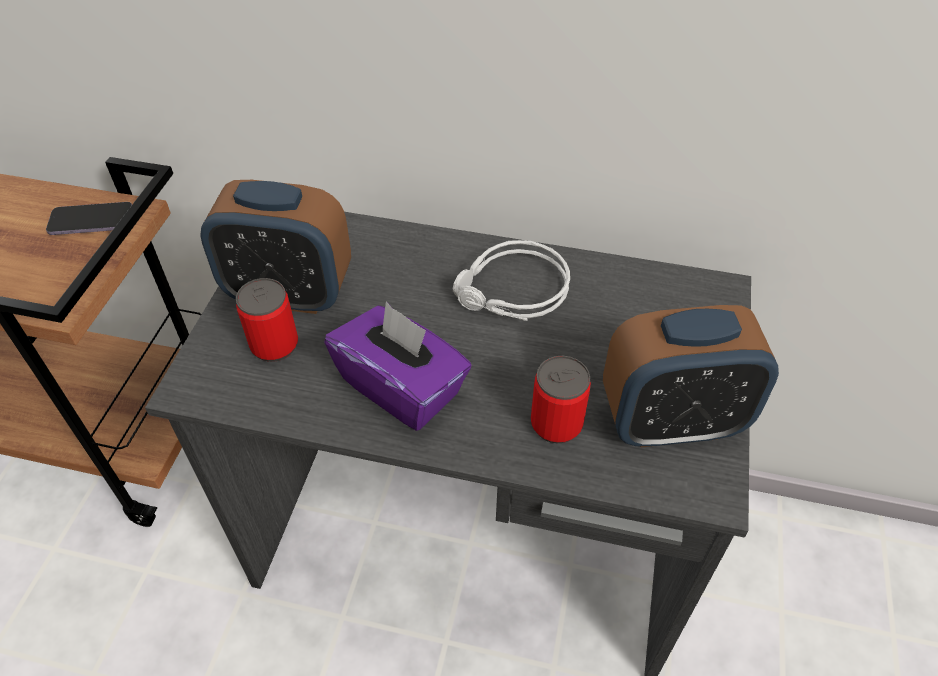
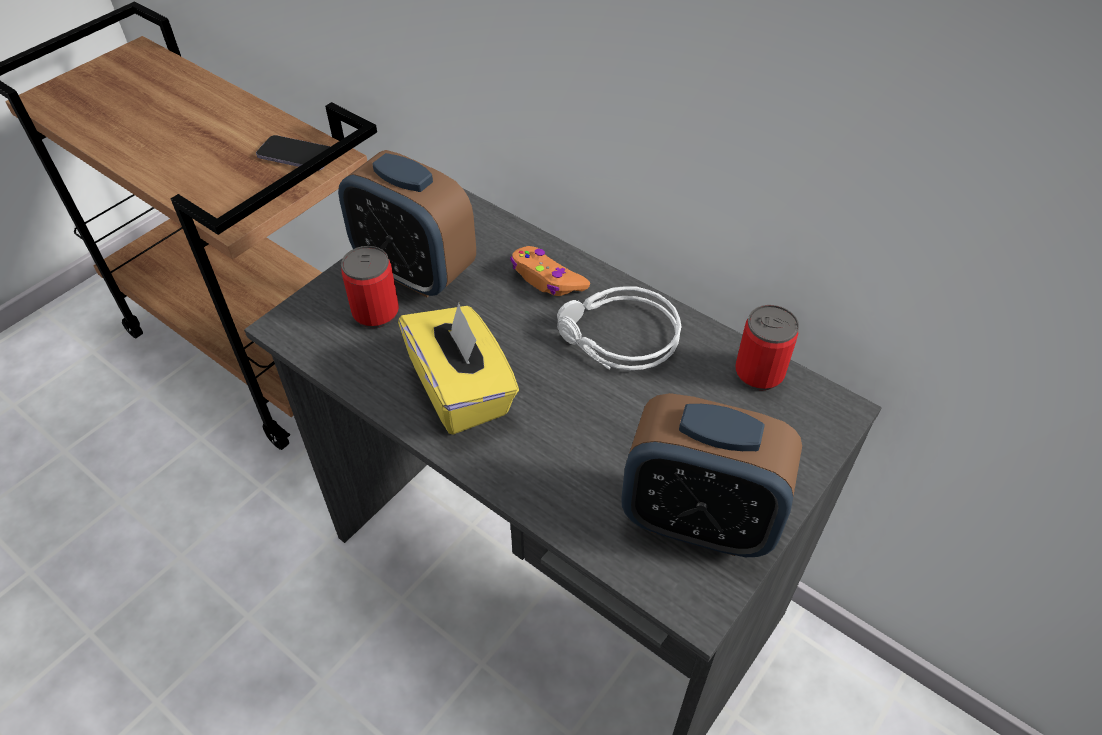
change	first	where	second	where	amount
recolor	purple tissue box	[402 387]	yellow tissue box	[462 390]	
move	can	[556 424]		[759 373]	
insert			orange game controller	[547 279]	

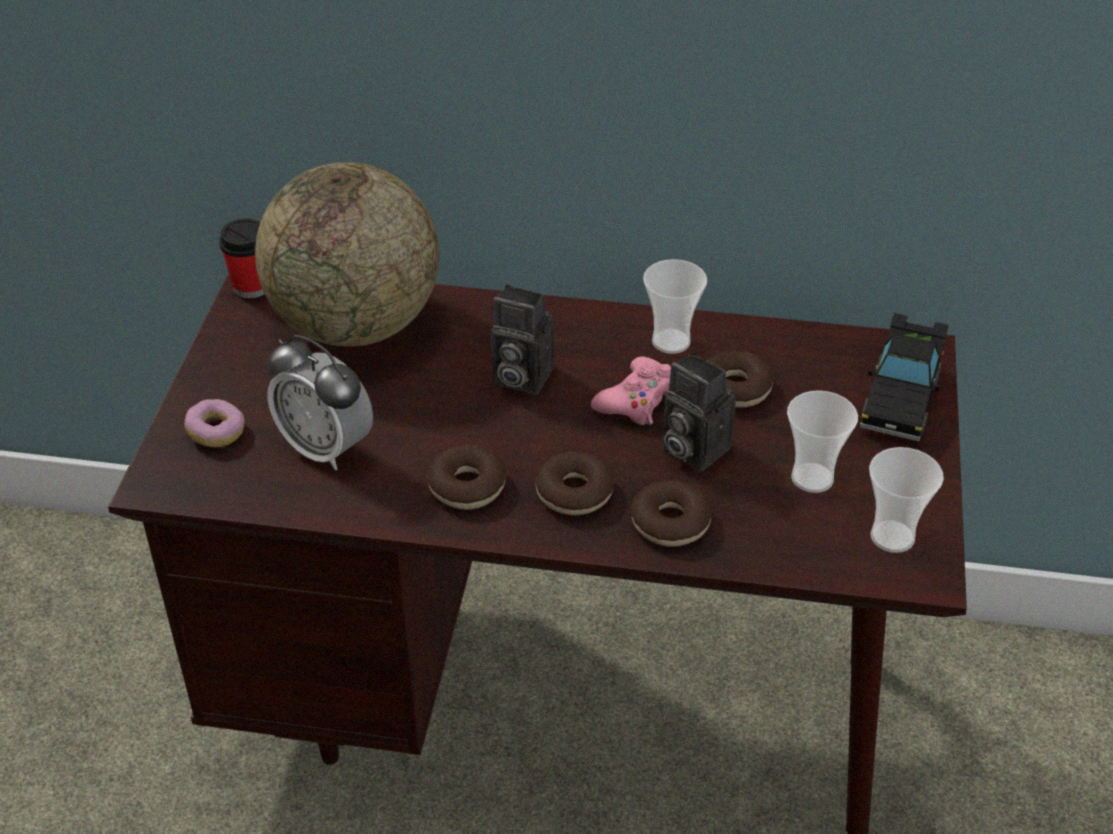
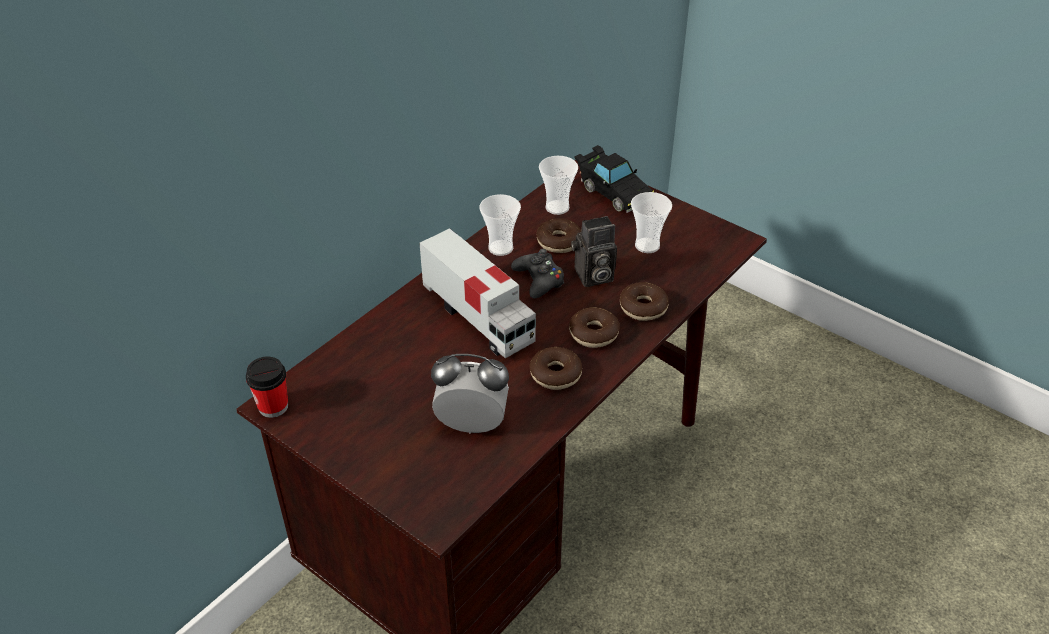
change	first	where	second	where	amount
delete	globe	[356 325]			
replace	photo camera	[518 377]	toy truck	[478 317]	
rotate	alarm clock	[325 448]		[472 425]	150 degrees counterclockwise
recolor	pink game controller	[638 401]	black game controller	[539 280]	
delete	donut	[216 433]			
move	cup	[892 537]		[557 207]	

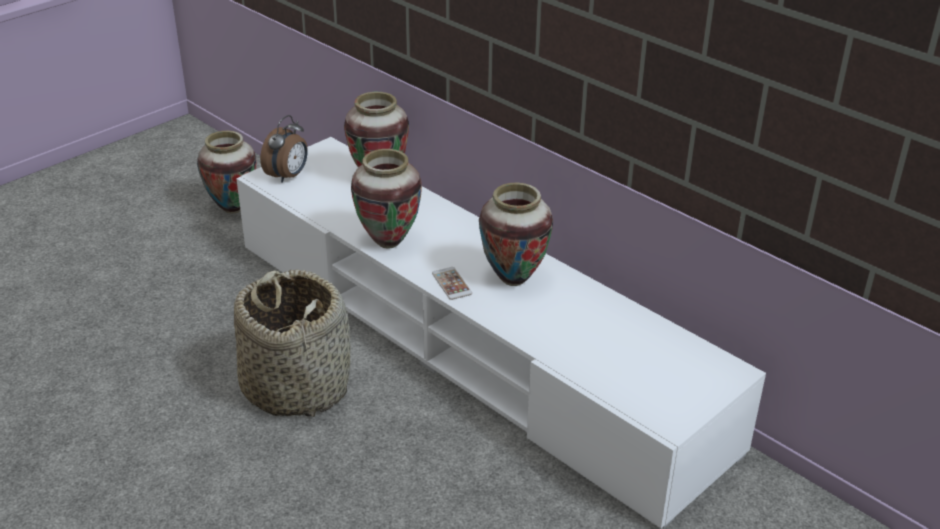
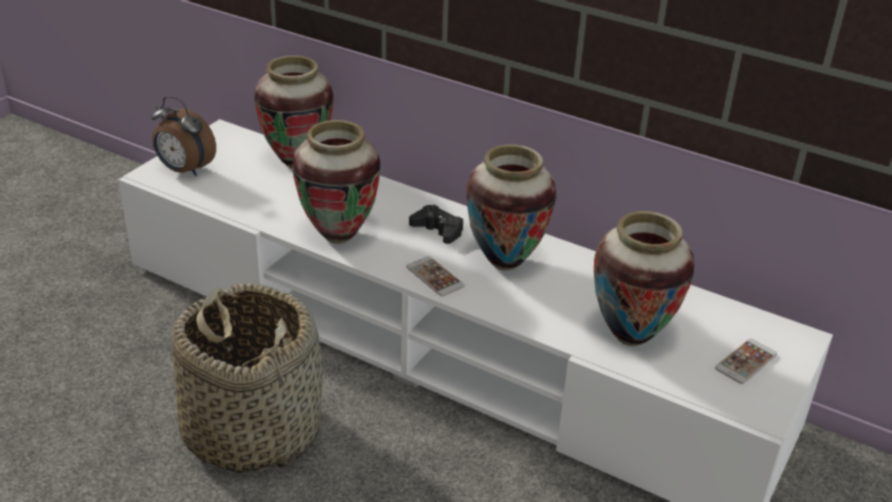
change	first	where	second	where	amount
rotate	alarm clock	[288 176]		[184 170]	105 degrees clockwise
move	vase	[232 208]		[630 336]	
insert			black game controller	[438 230]	
insert			phone	[746 362]	

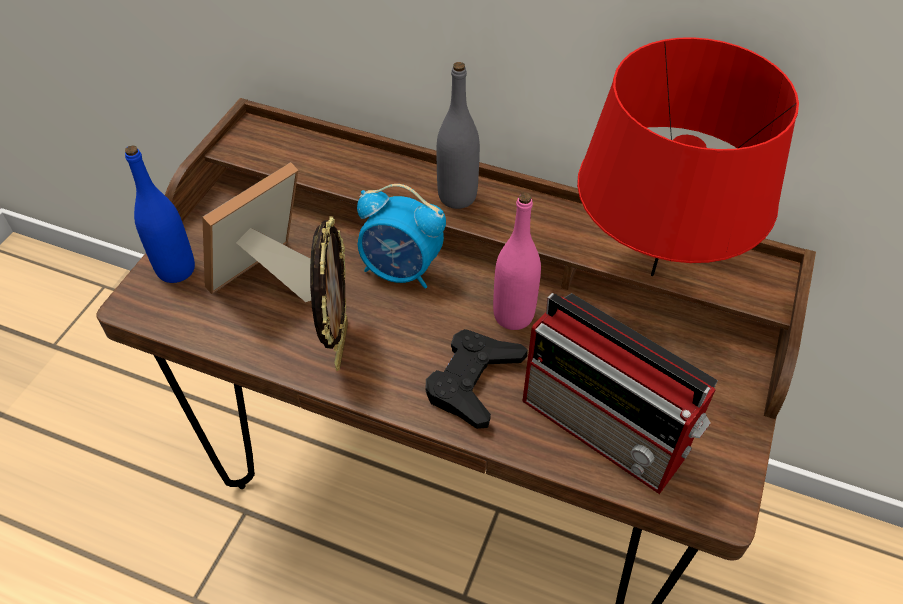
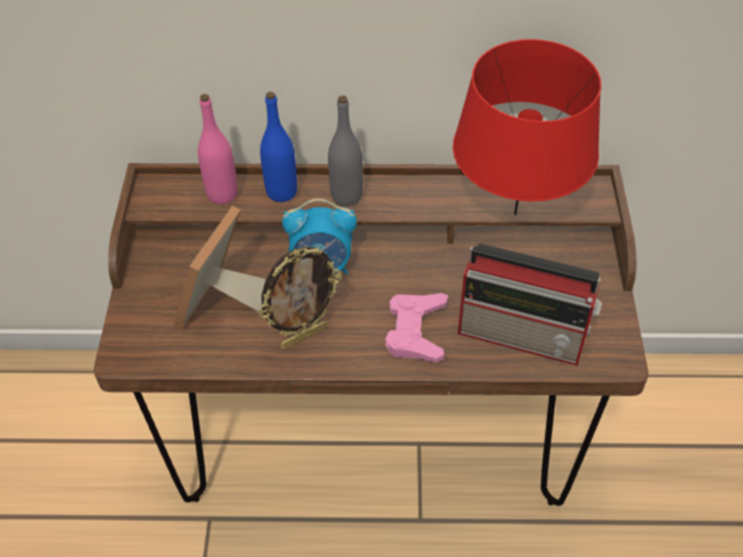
change	first	where	second	where	amount
move	blue bottle	[176 269]		[281 192]	
move	pink bottle	[513 315]		[222 194]	
rotate	picture frame	[339 345]		[303 336]	75 degrees clockwise
recolor	black game controller	[473 381]	pink game controller	[416 331]	

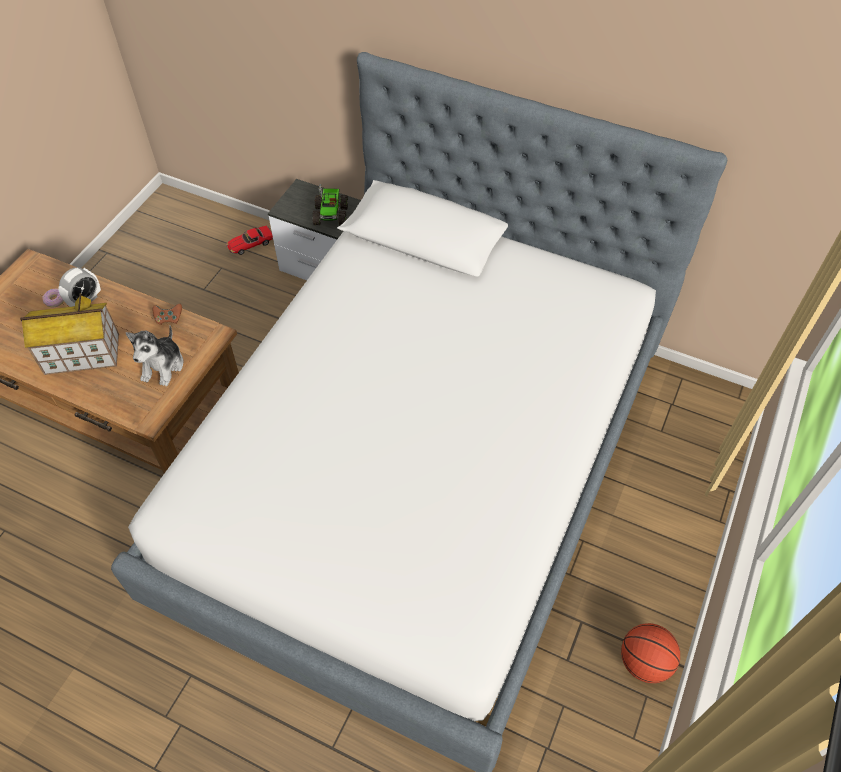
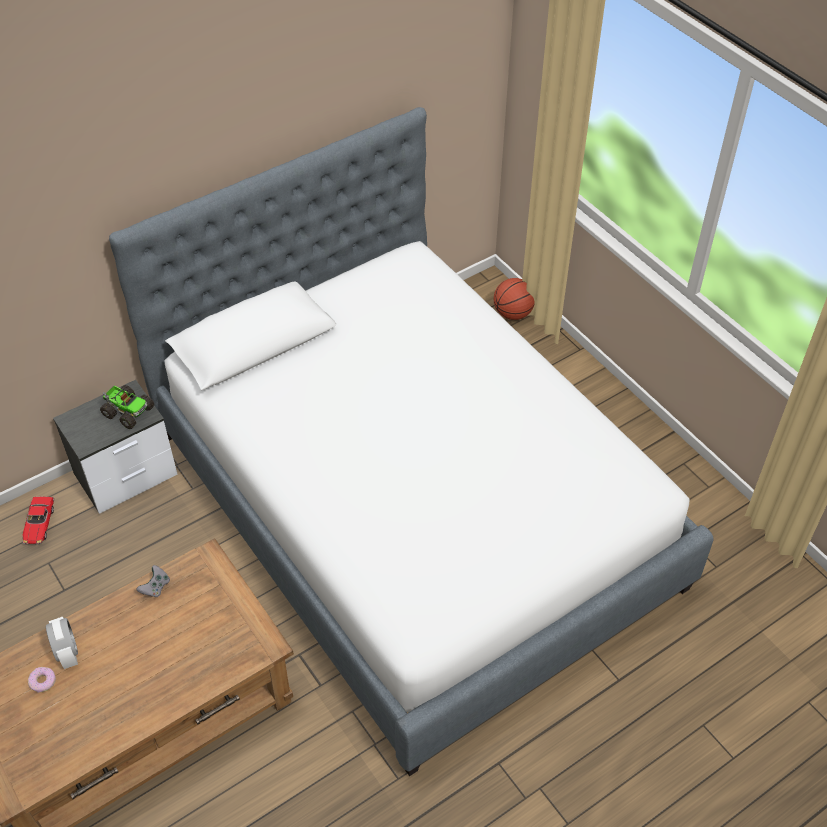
change	first	where	second	where	amount
delete	toy house	[81 354]			
recolor	brown game controller	[169 319]	grey game controller	[155 587]	
delete	plush toy	[163 366]			
move	basketball	[644 662]		[513 313]	

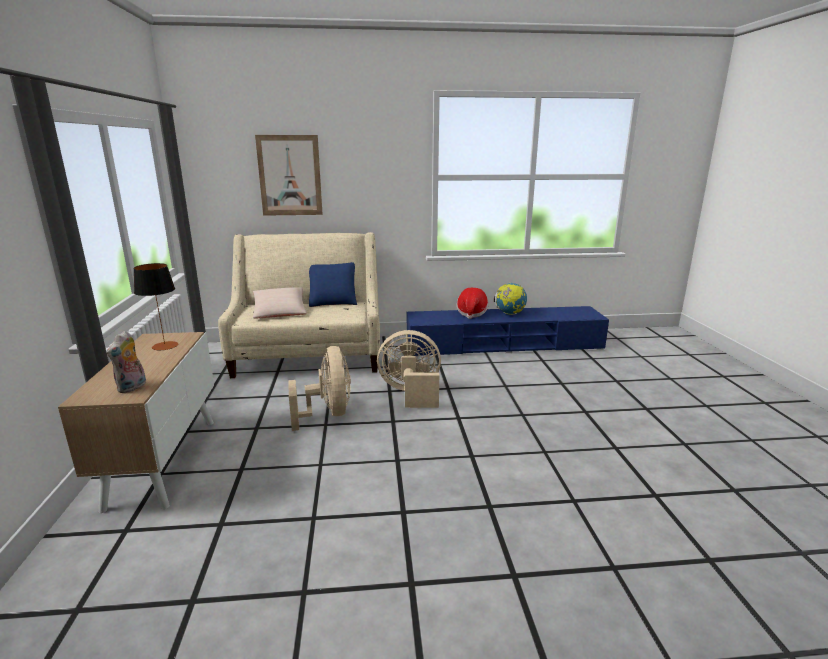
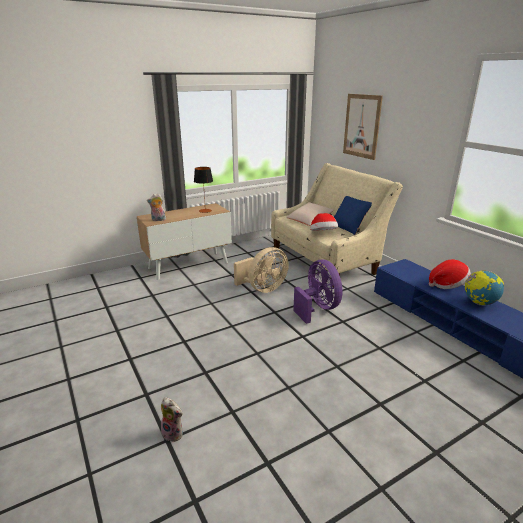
change	first	where	second	where	amount
recolor	beige fan	[411 393]	purple fan	[318 308]	
insert			hat	[323 234]	
insert			plush toy	[174 433]	

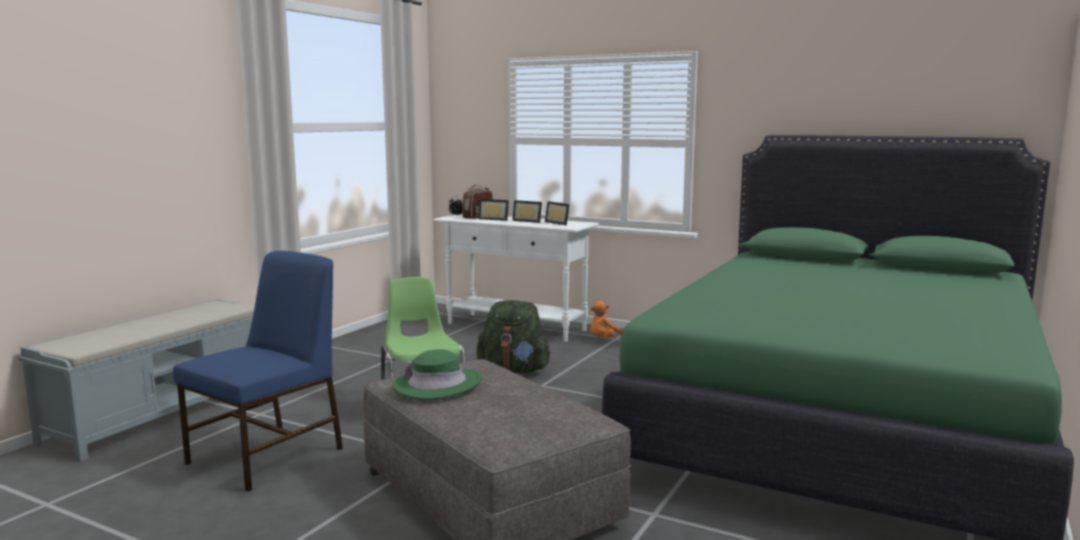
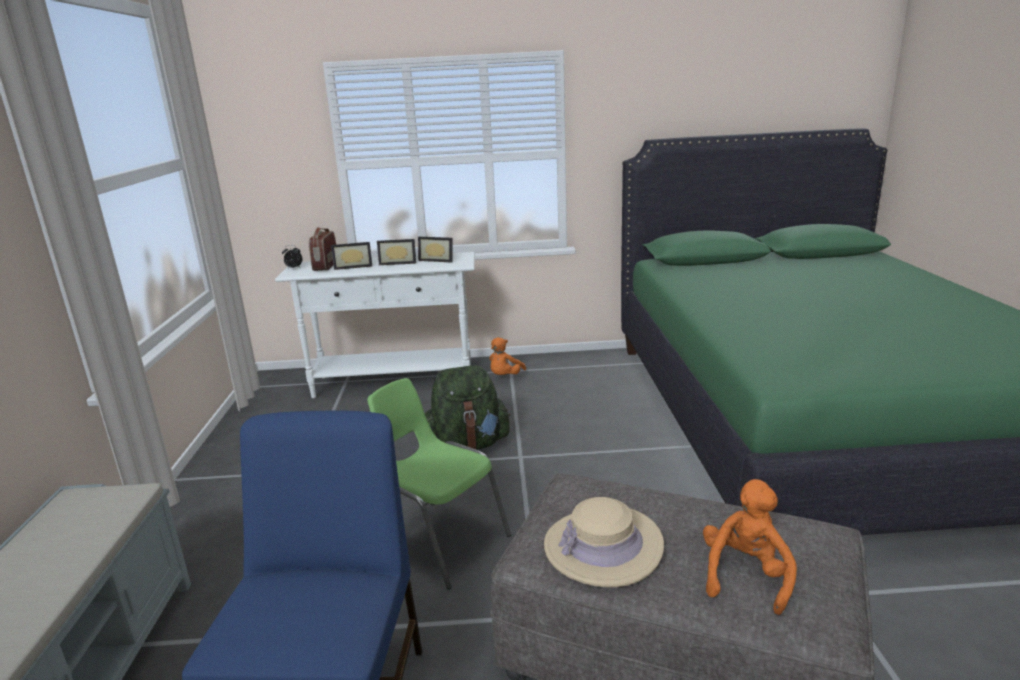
change	first	where	second	where	amount
recolor	green hat	[437 385]	beige hat	[603 546]	
insert			orange plush toy	[745 576]	

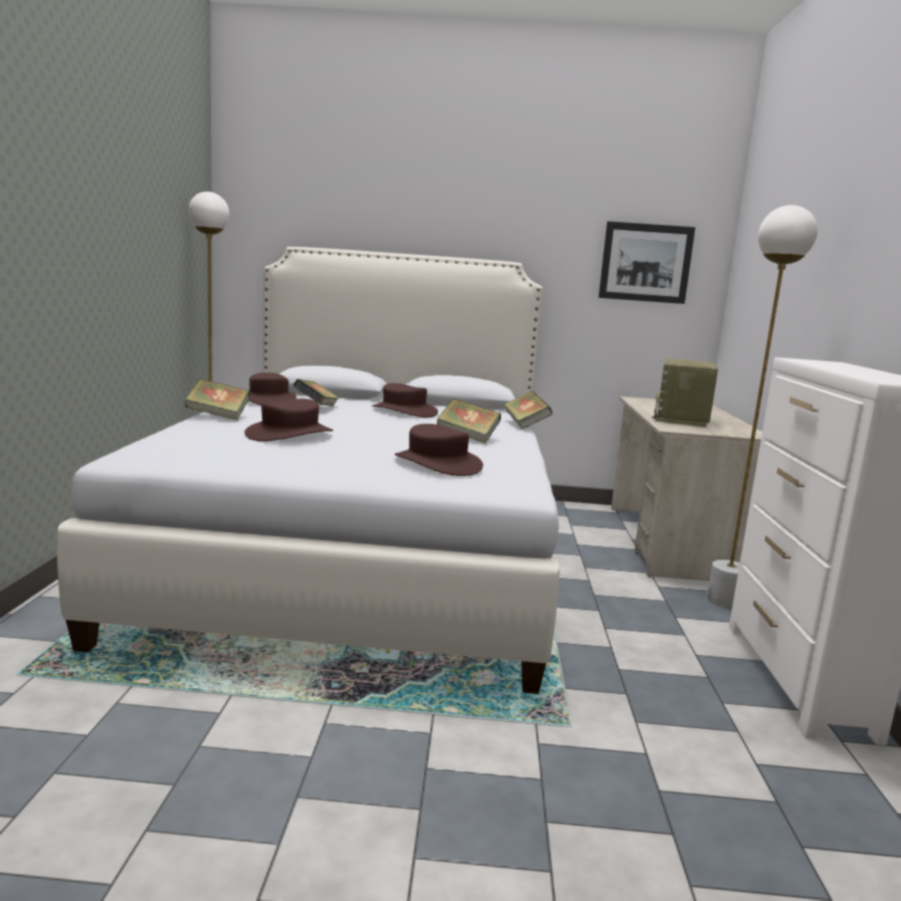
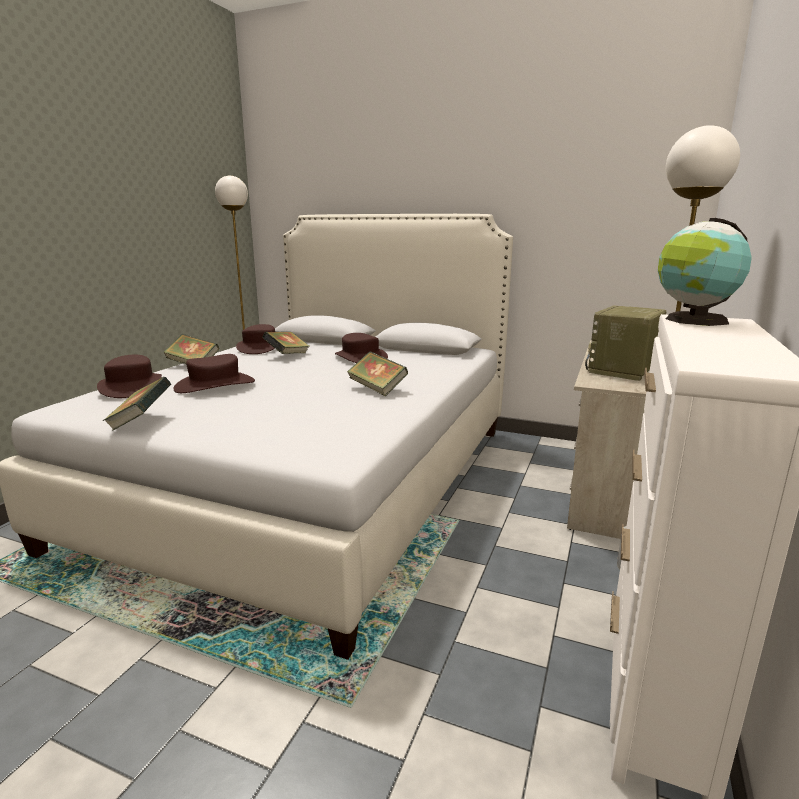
change	first	where	second	where	amount
delete	picture	[645 263]			
move	book	[525 425]		[141 421]	
move	brown hat	[437 464]		[131 387]	
insert			globe	[694 320]	

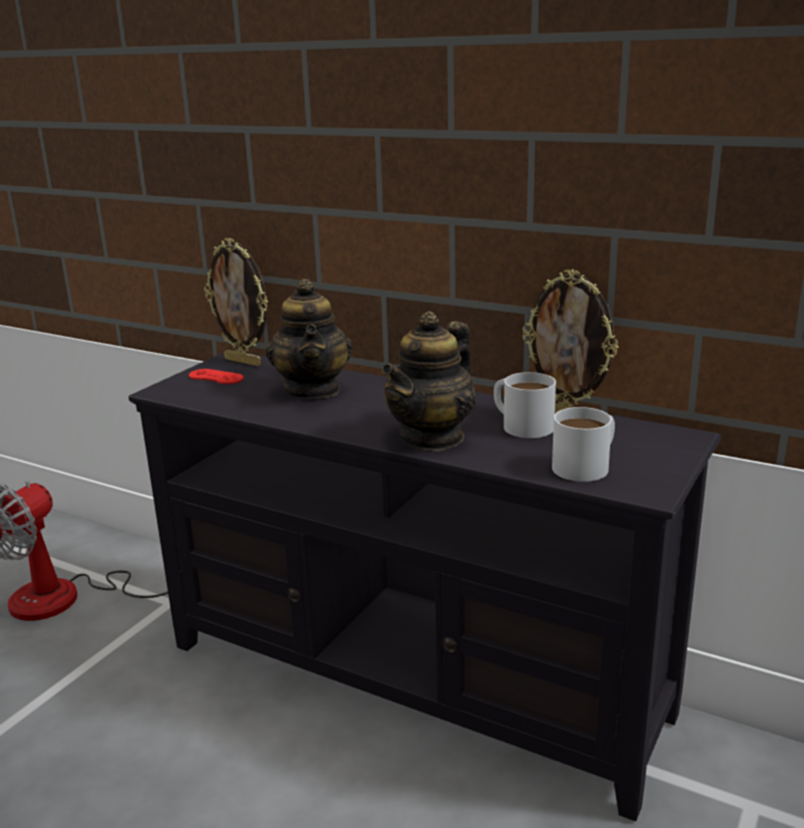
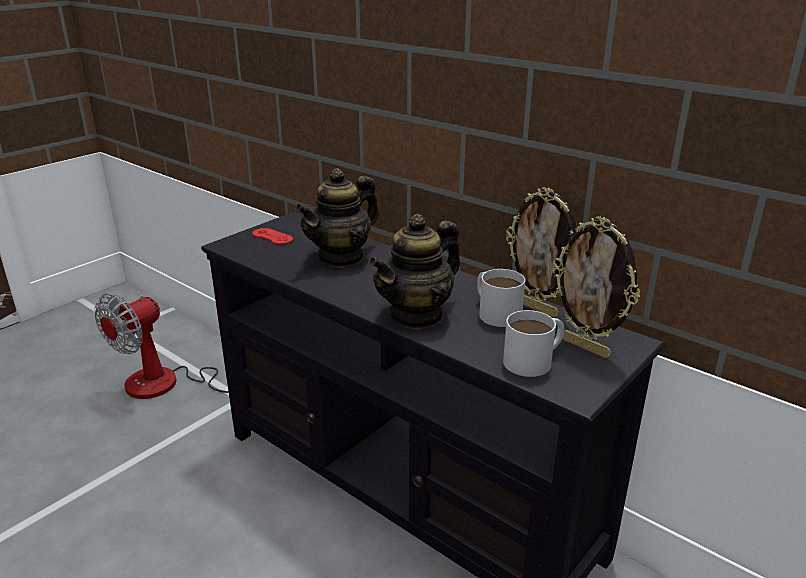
change	first	where	second	where	amount
move	picture frame	[244 361]		[586 347]	
rotate	teapot	[313 390]		[341 257]	45 degrees clockwise

